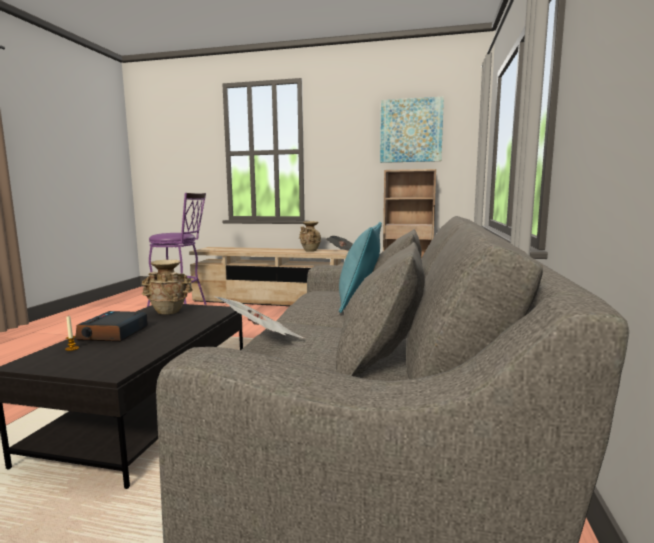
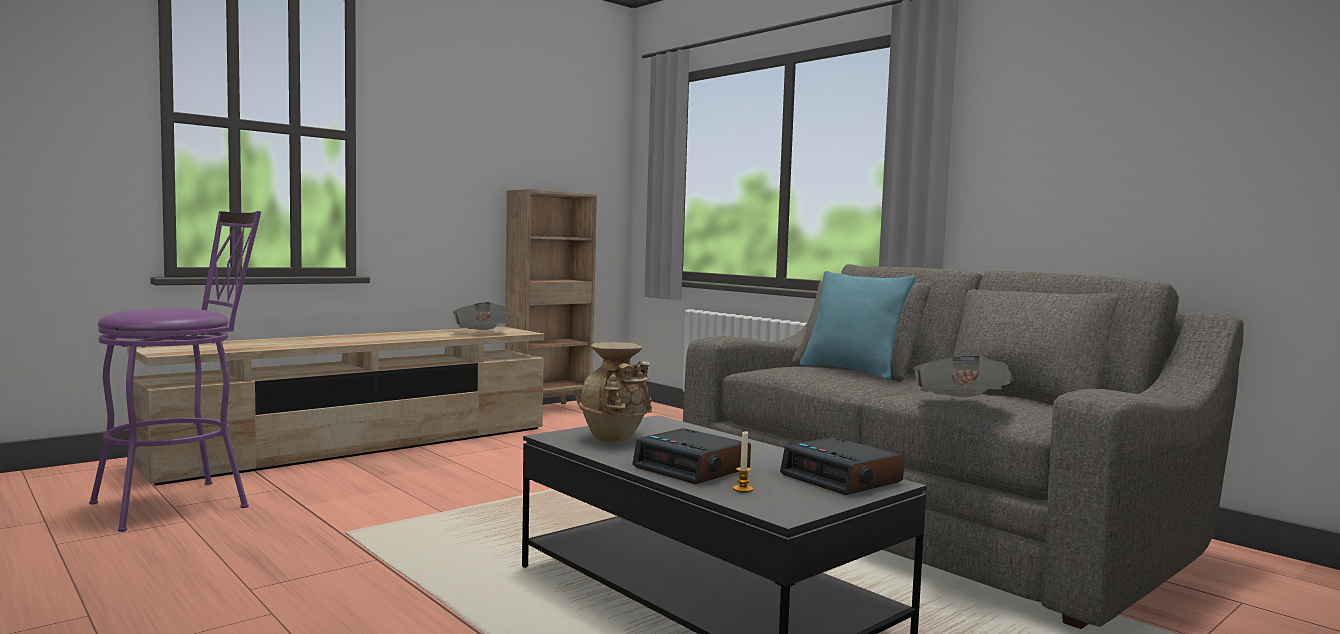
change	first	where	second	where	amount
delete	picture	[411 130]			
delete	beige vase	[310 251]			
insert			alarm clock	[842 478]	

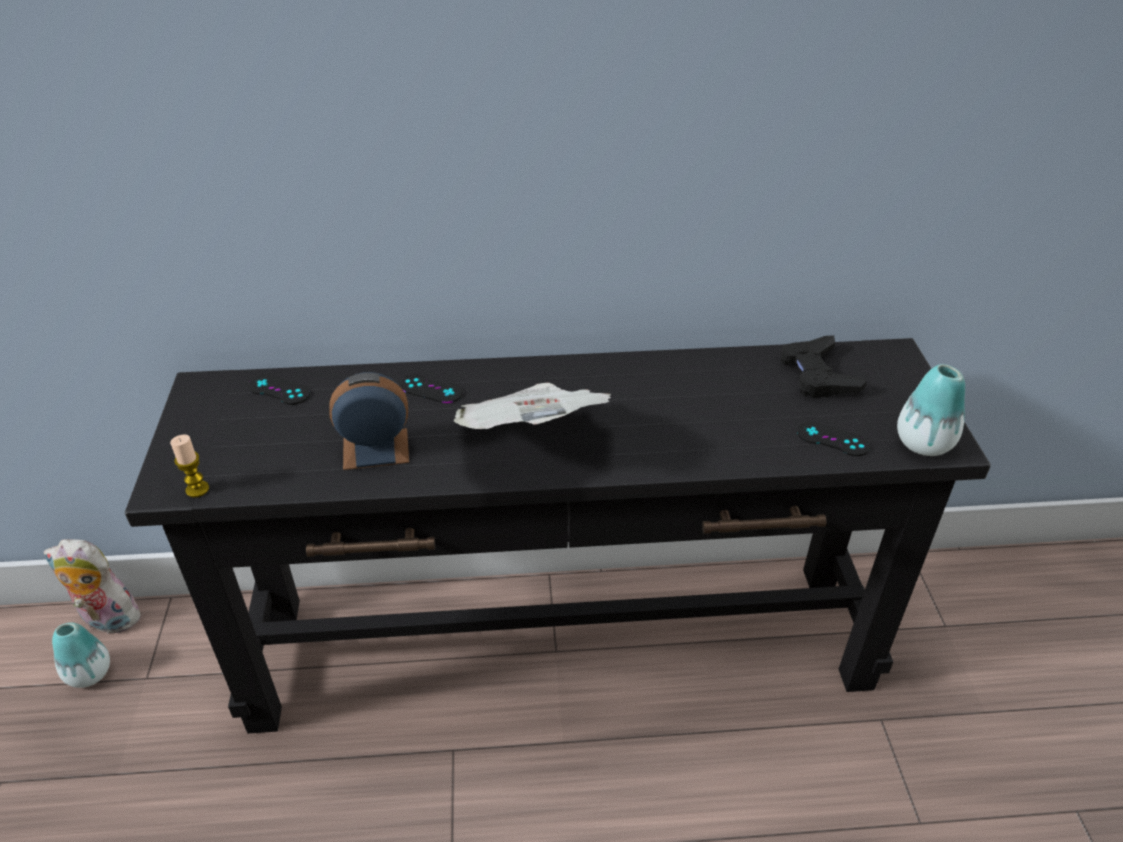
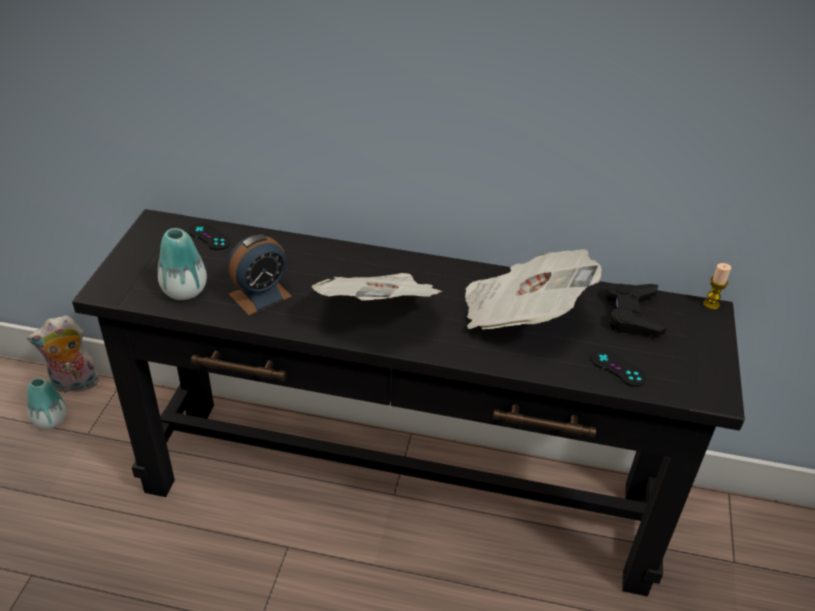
change	first	where	second	where	amount
move	vase	[923 443]		[184 291]	
rotate	alarm clock	[375 449]		[260 295]	135 degrees clockwise
delete	black game controller	[431 389]			
move	candle	[197 489]		[711 304]	
rotate	plush toy	[107 620]		[74 385]	45 degrees counterclockwise
insert			newspaper	[521 315]	

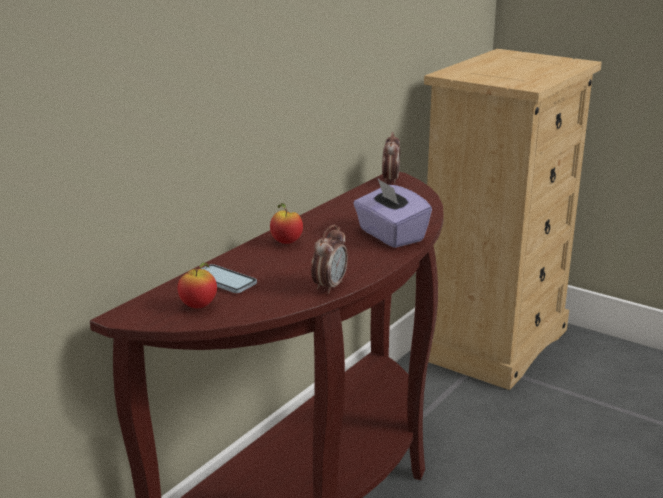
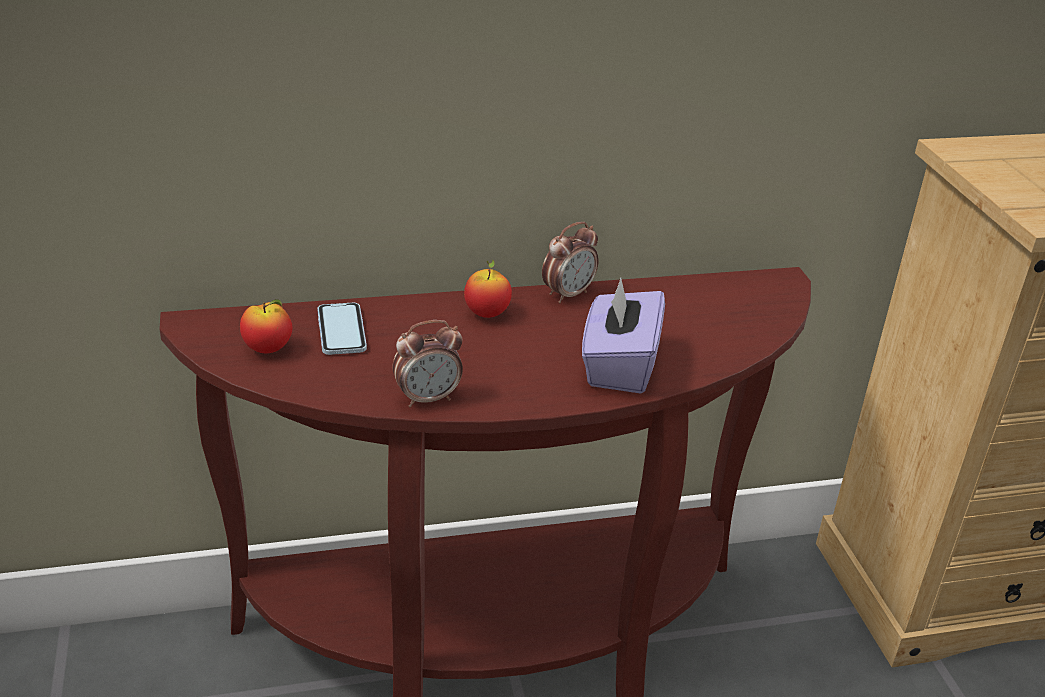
change	first	where	second	where	amount
move	alarm clock	[390 180]		[568 294]	

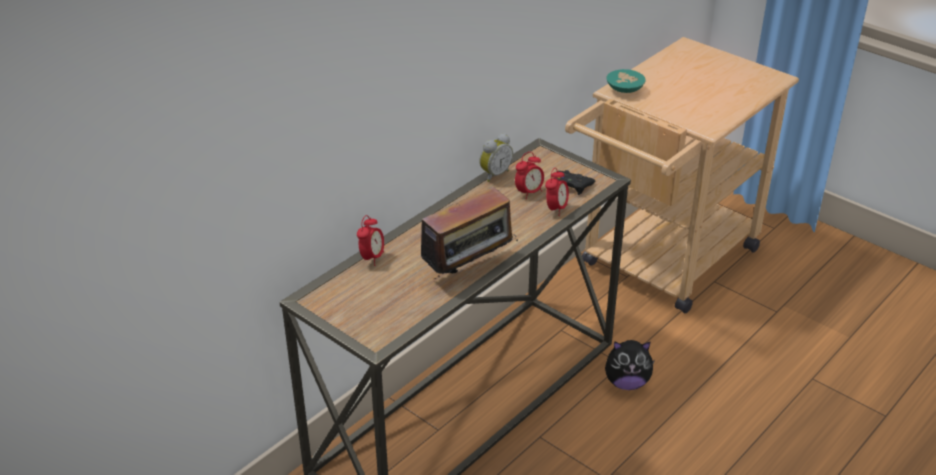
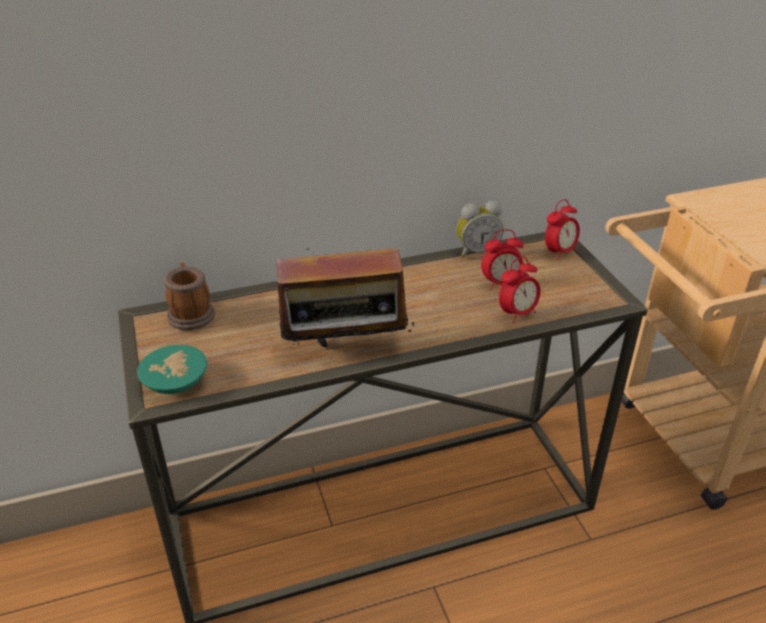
change	first	where	second	where	amount
move	turquoise bowl	[624 88]		[176 380]	
delete	black game controller	[571 185]			
move	alarm clock	[372 257]		[559 252]	
delete	plush toy	[626 382]			
insert			mug	[190 313]	

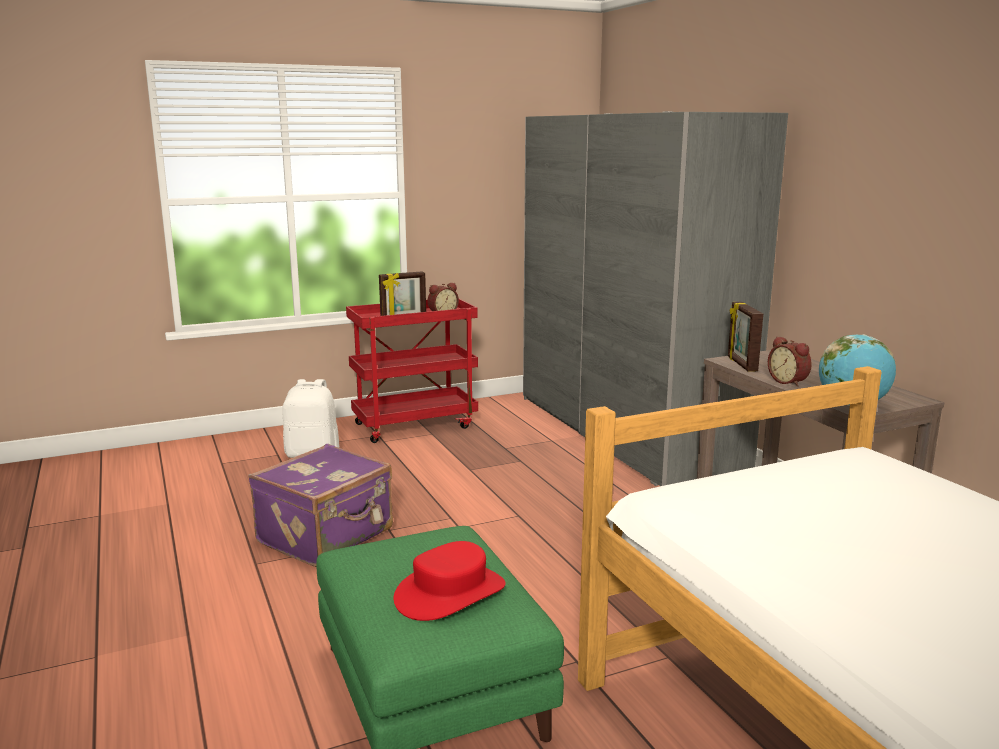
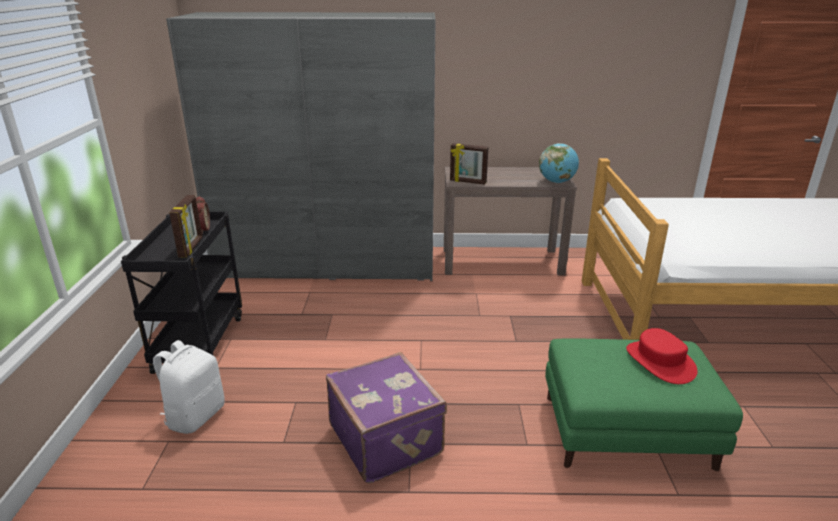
change	first	where	second	where	amount
recolor	red cart	[415 425]	black cart	[199 342]	
delete	alarm clock	[789 381]			

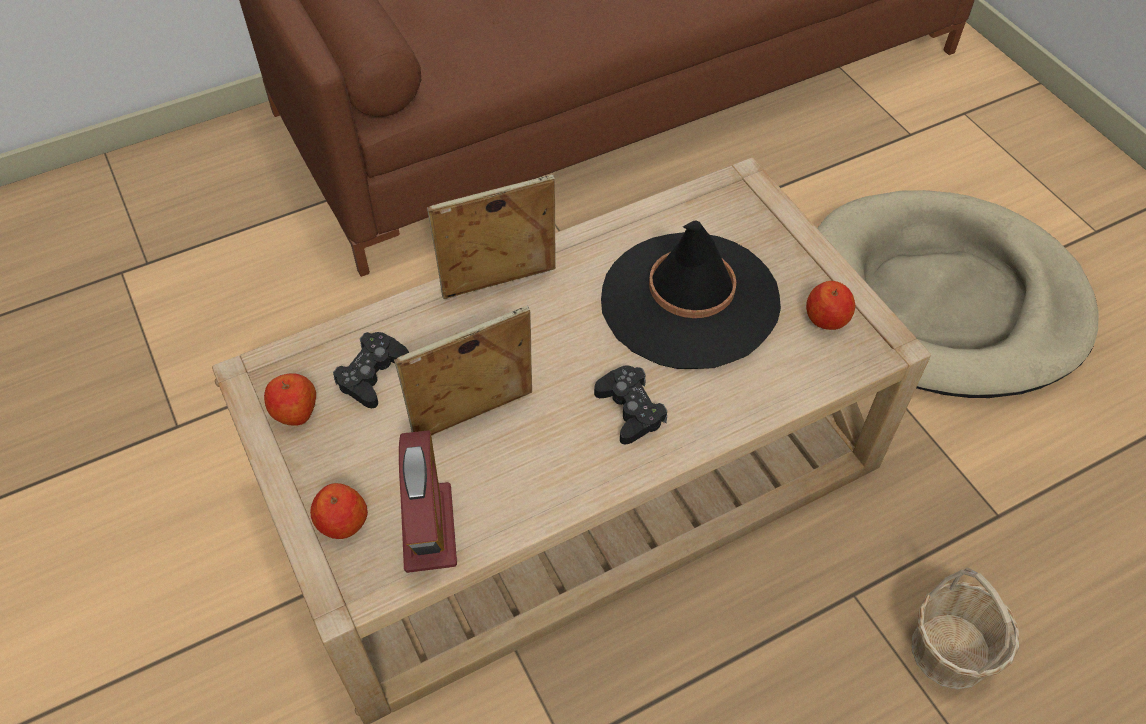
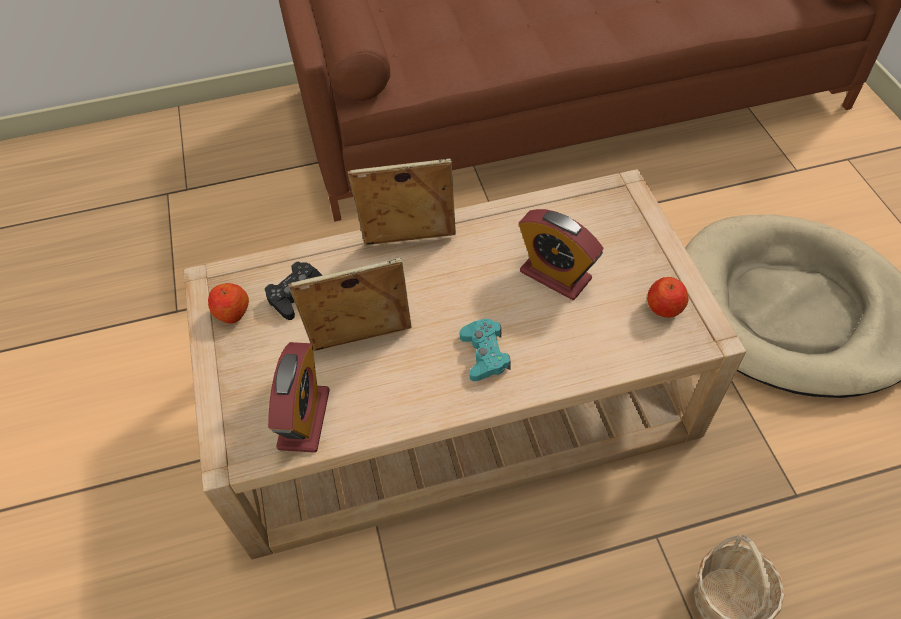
change	first	where	second	where	amount
replace	black hat	[689 300]	alarm clock	[555 275]	
recolor	black game controller	[630 409]	turquoise game controller	[484 354]	
delete	apple	[342 522]			

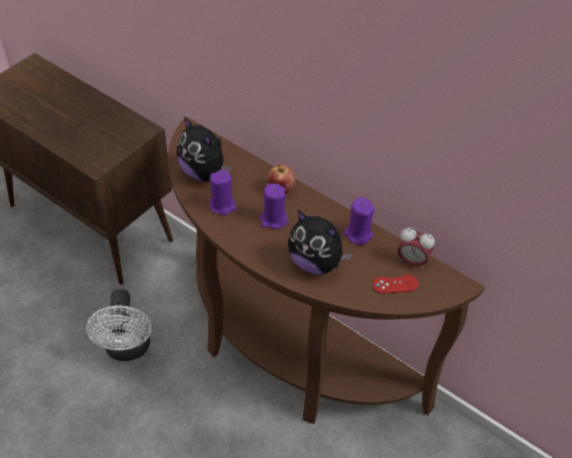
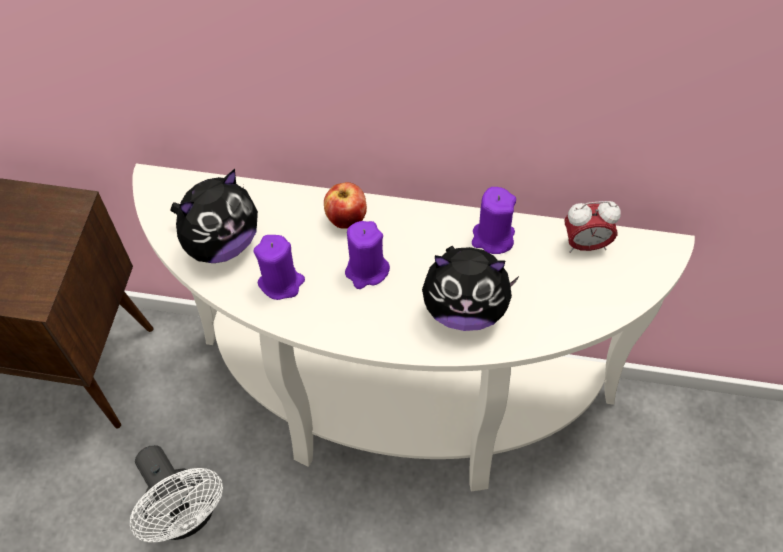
change	first	where	second	where	amount
recolor	brown console table	[286 353]	white console table	[398 412]	
rotate	plush toy	[204 173]		[221 243]	60 degrees counterclockwise
delete	red game controller	[395 284]			

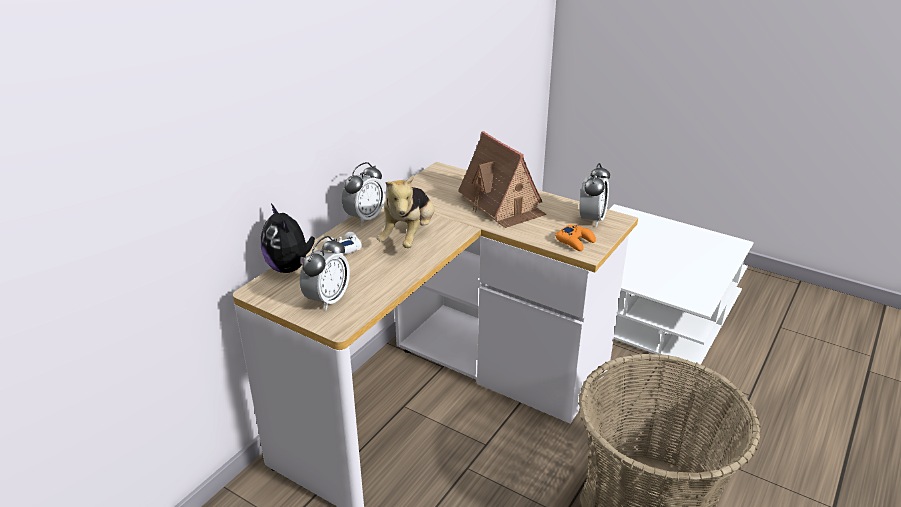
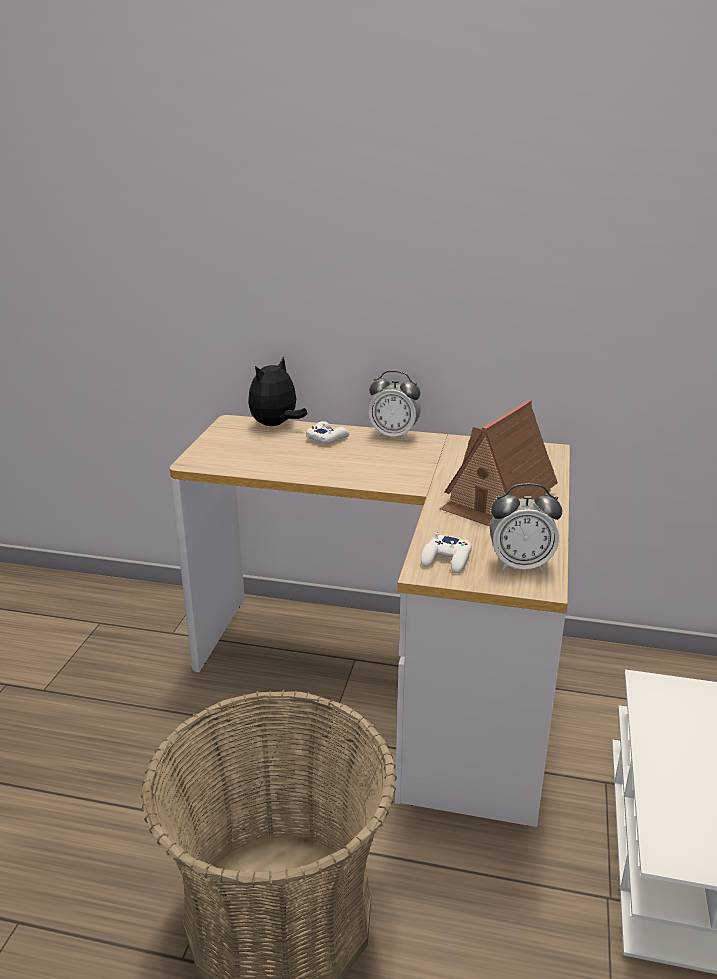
change	first	where	second	where	amount
delete	plush toy	[409 236]			
recolor	orange game controller	[575 241]	white game controller	[447 559]	
delete	alarm clock	[327 300]			

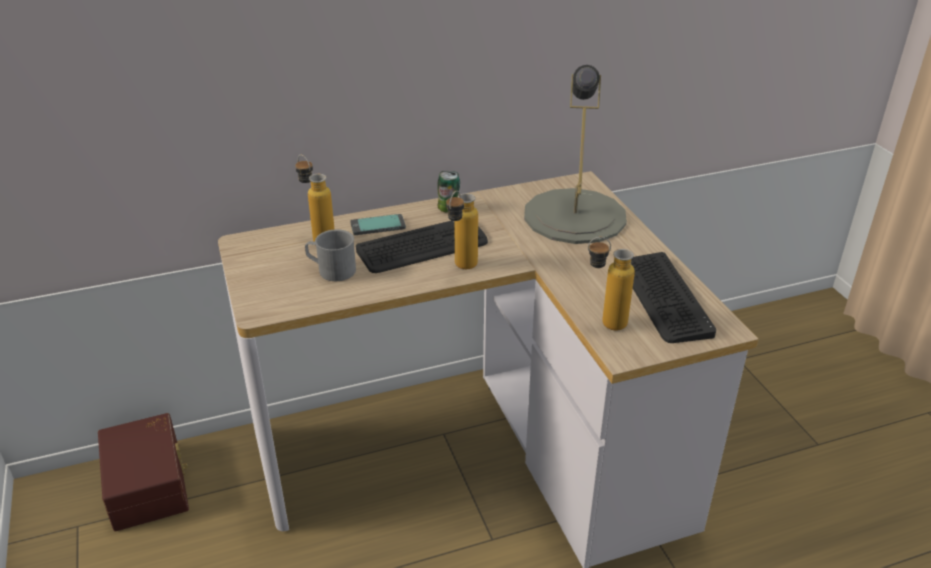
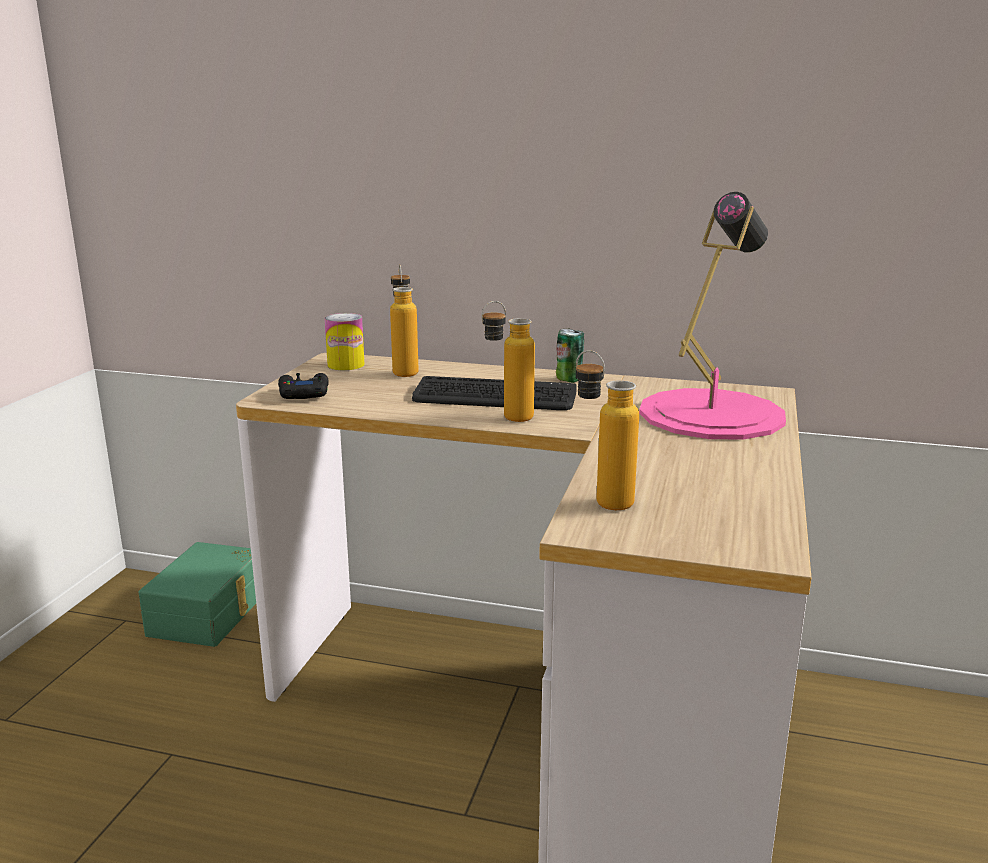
change	first	where	second	where	amount
recolor	grey table lamp	[574 216]	pink table lamp	[711 414]	
delete	phone	[378 226]			
delete	grey mug	[331 270]			
delete	keyboard	[664 298]			
recolor	brown storage box	[150 484]	green storage box	[211 613]	
insert			can	[346 365]	
insert			black game controller	[303 394]	

